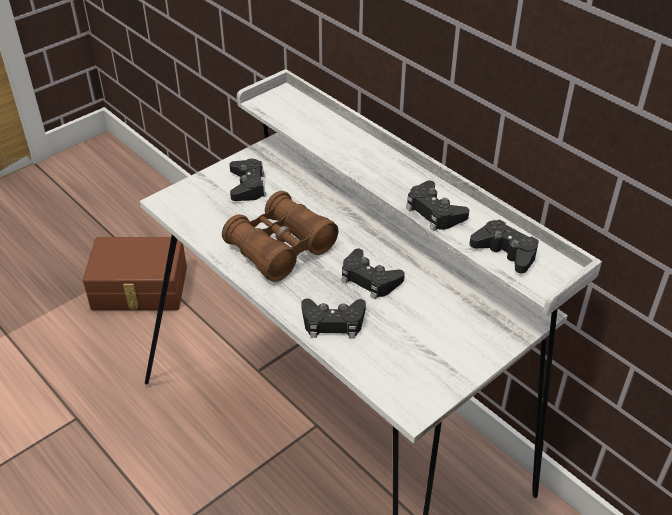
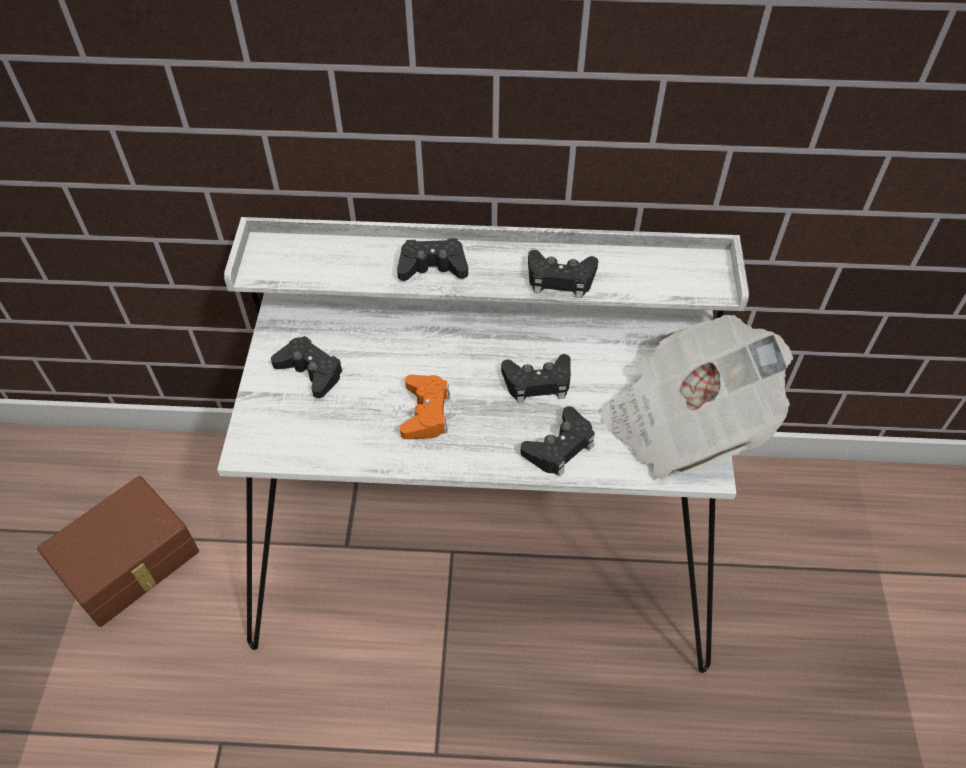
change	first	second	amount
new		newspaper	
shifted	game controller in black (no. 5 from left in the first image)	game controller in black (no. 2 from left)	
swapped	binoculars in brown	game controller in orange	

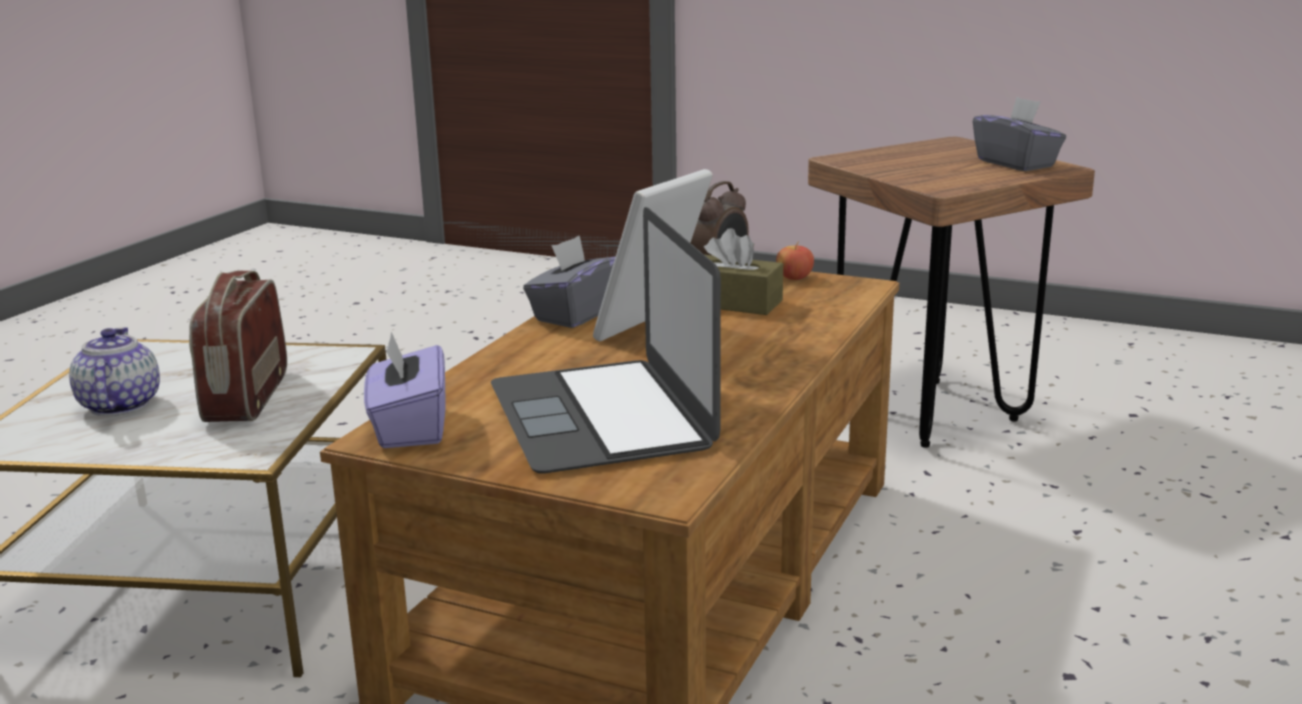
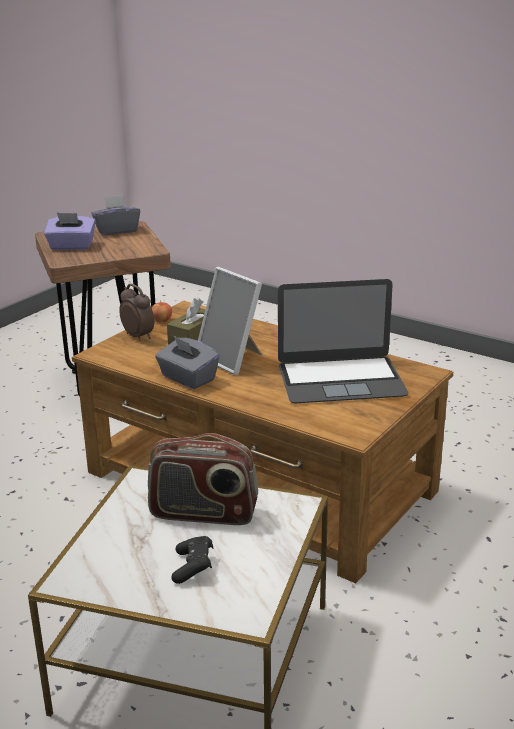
change	first	second	amount
shifted	tissue box in purple		
swapped	teapot	game controller in black	

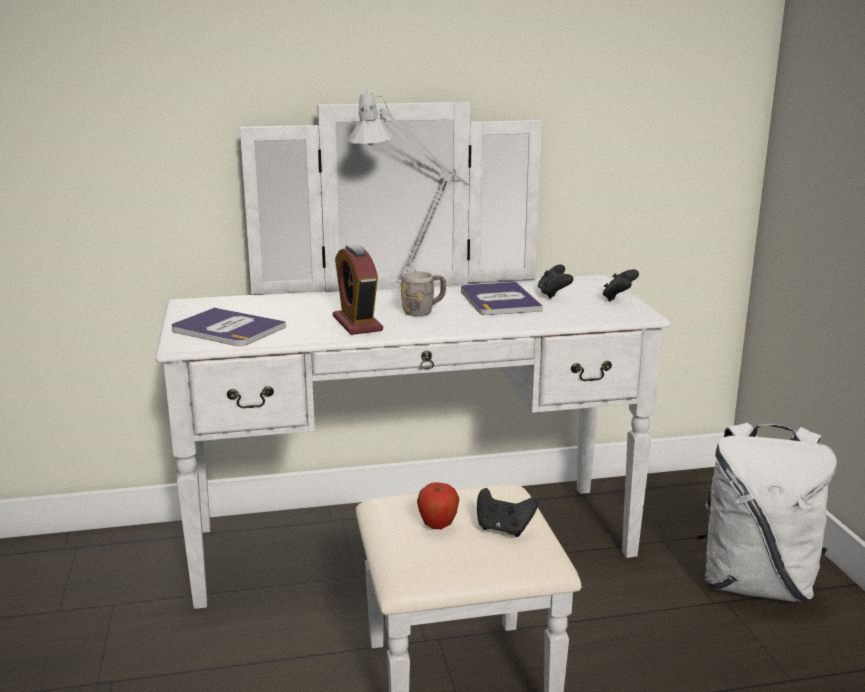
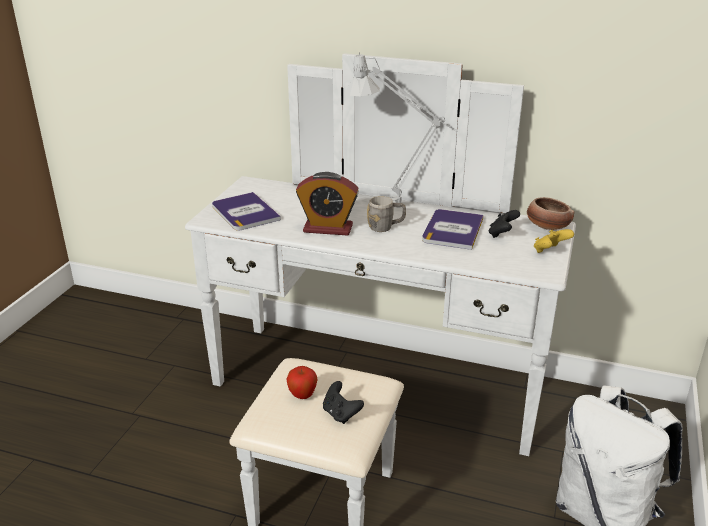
change	first	second	amount
new		bowl	
repainted	game controller in black (no. 3 from left)	game controller in yellow	
rotated	alarm clock		90 degrees counterclockwise

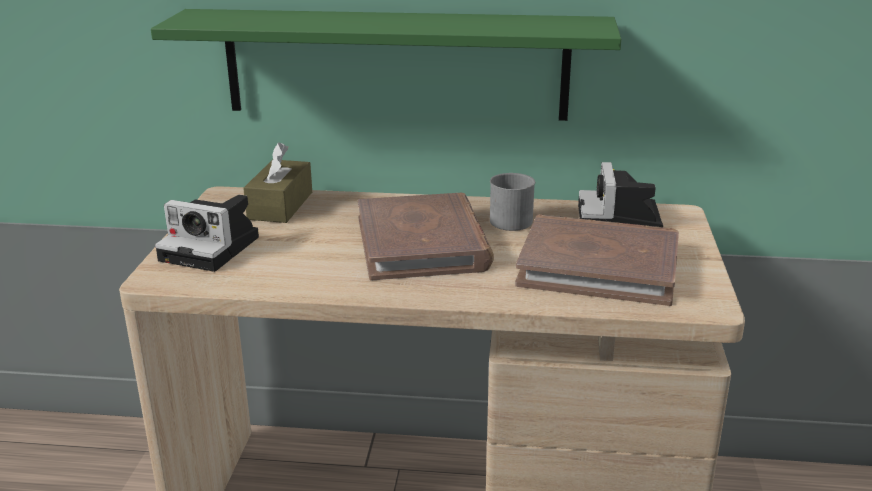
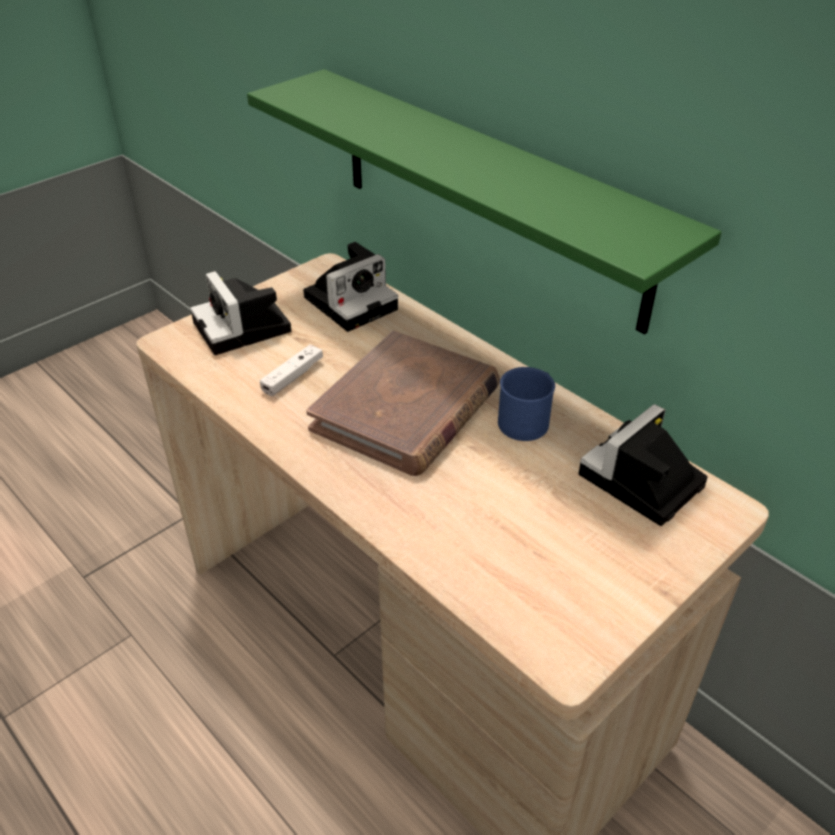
change	first	second	amount
gone	book in brown (no. 2 from left)		
new		game controller in white	
swapped	tissue box in brown	photo camera (no. 2 from left)	
repainted	mug in grey	mug in blue	

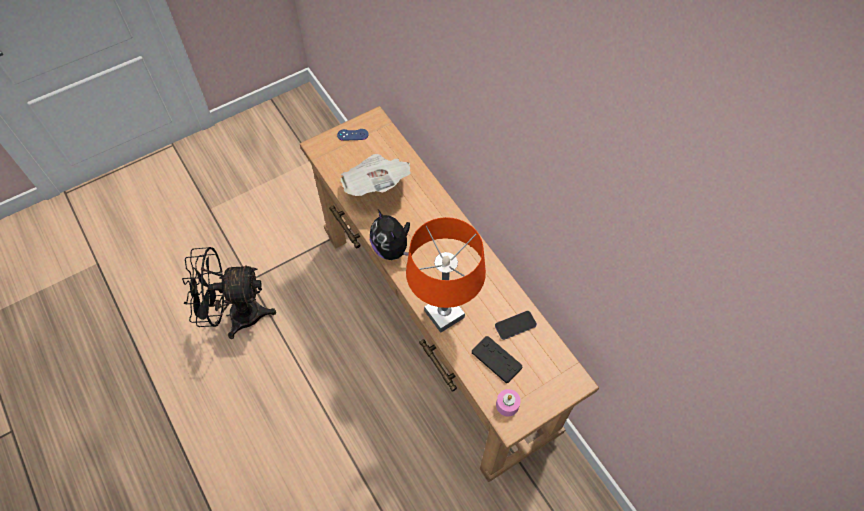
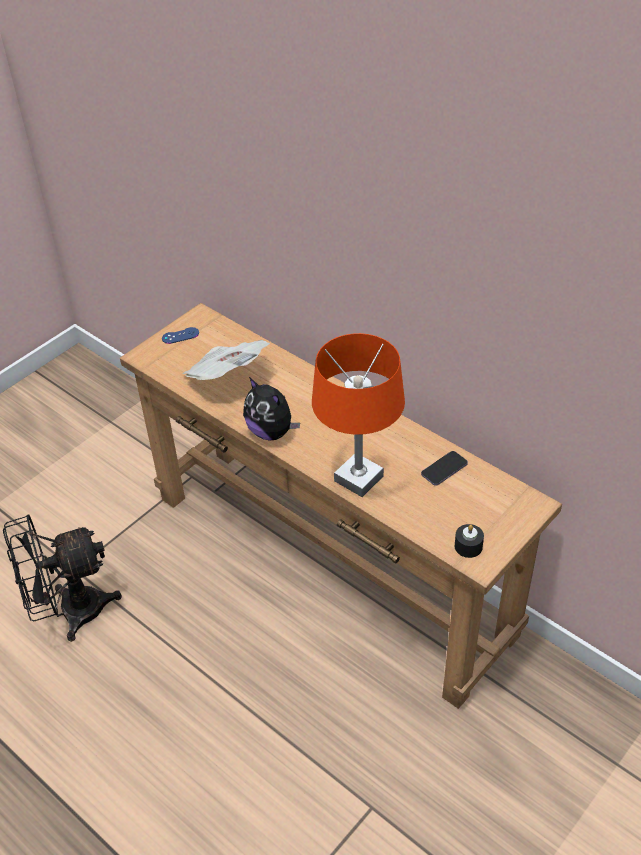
change	first	second	amount
gone	game controller in black		
repainted	candle in pink	candle in black	

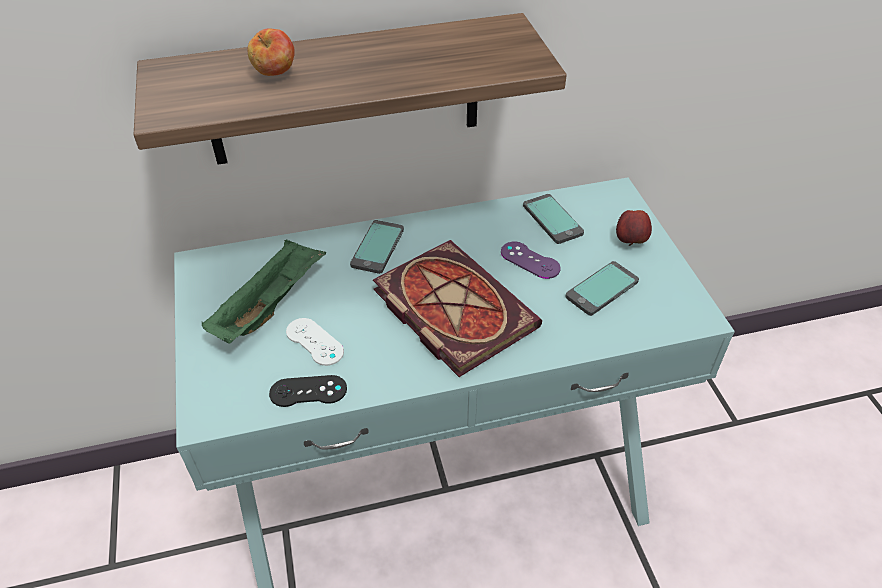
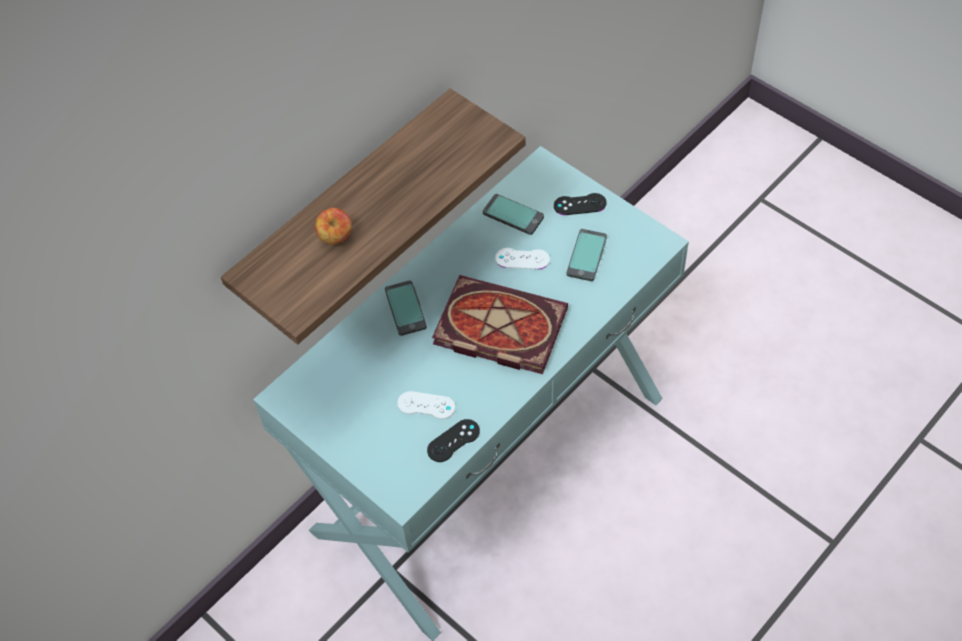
change	first	second	amount
gone	tray in green		
swapped	apple (no. 2 from left)	game controller in black (no. 2 from left)	
repainted	game controller in purple	game controller in white (no. 2 from left)	

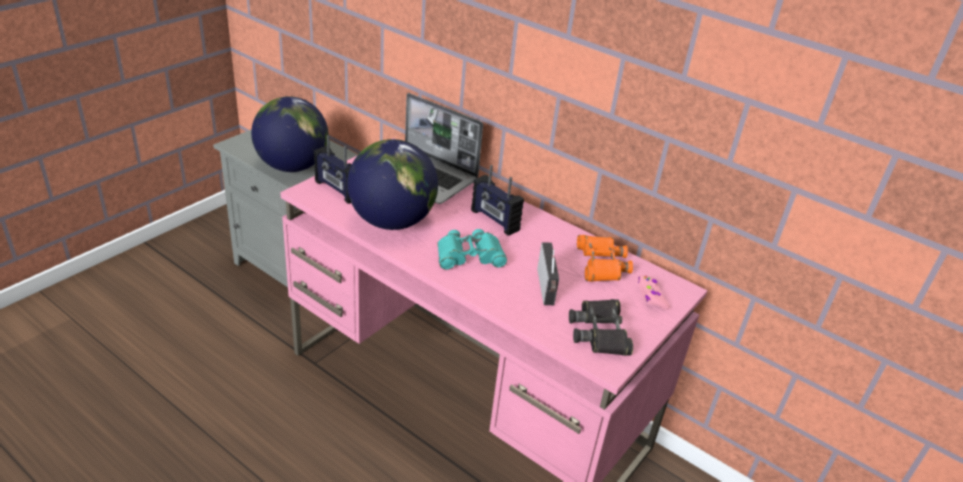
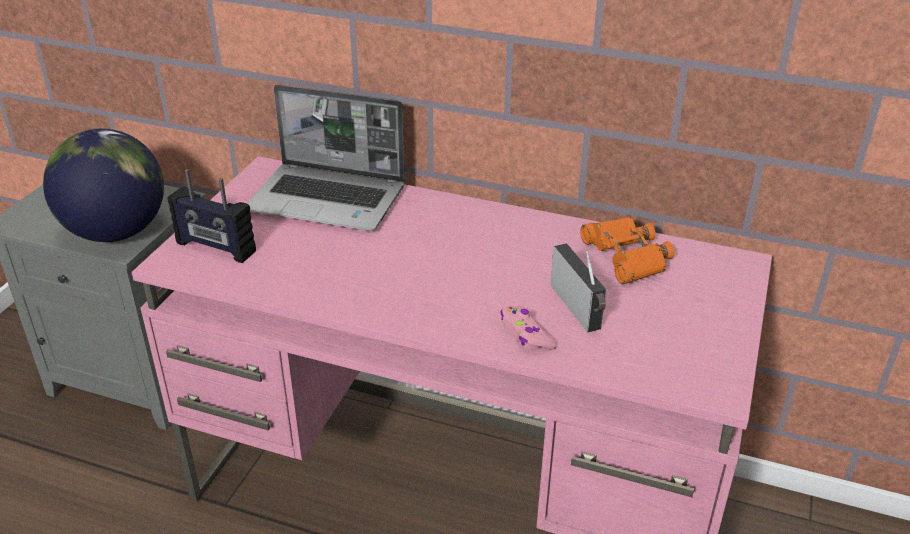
change	first	second	amount
gone	globe (no. 2 from left)		
gone	binoculars in turquoise		
gone	radio (no. 2 from left)		
gone	binoculars in black		
shifted	game controller in pink		

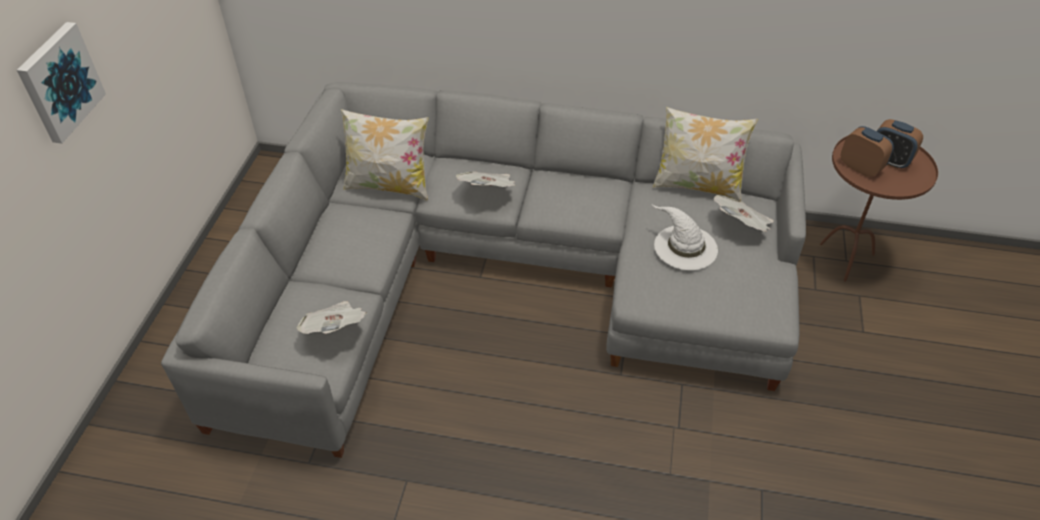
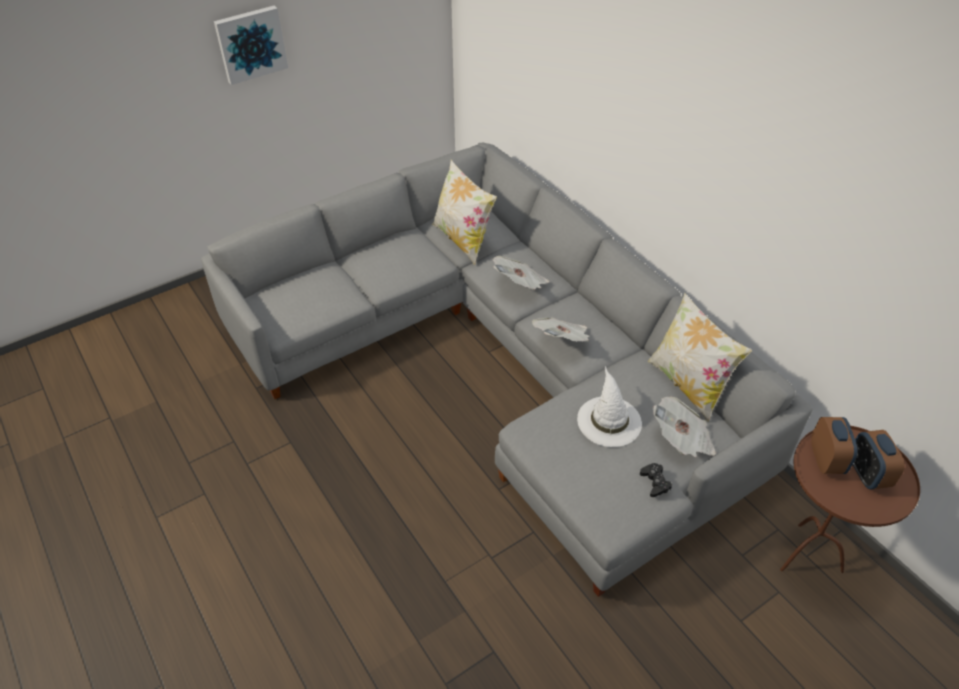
change	first	second	amount
new		game controller in black	
shifted	newspaper (no. 1 from left in the first image)	newspaper (no. 2 from left)	

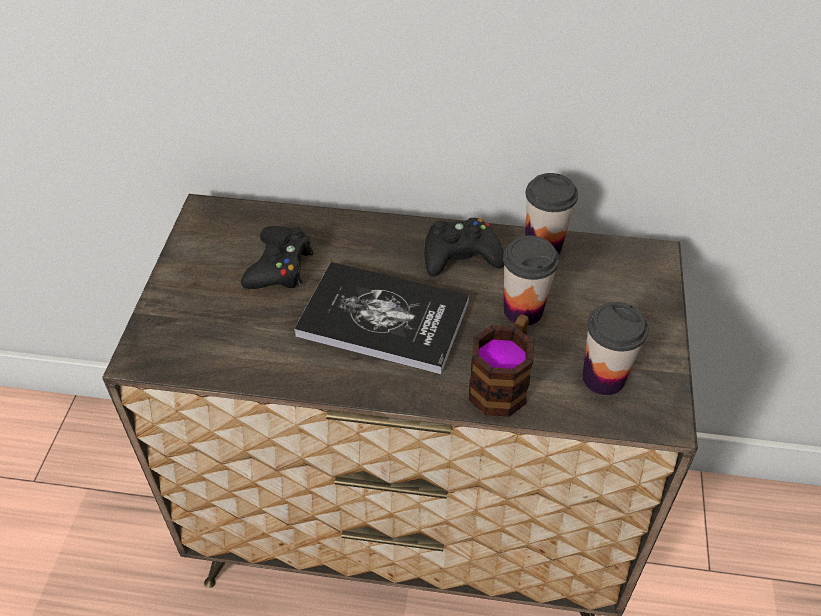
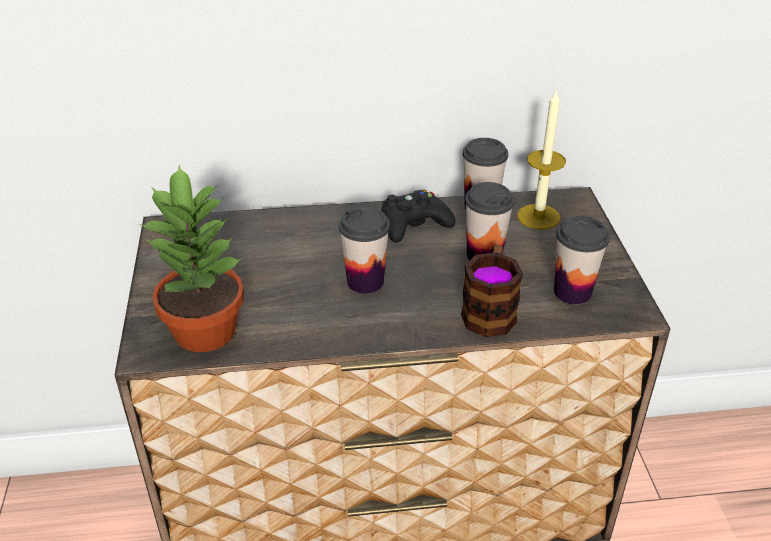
change	first	second	amount
gone	game controller in black (no. 1 from left)		
new		potted plant	
new		candle	
swapped	book	cup (no. 1 from left)	

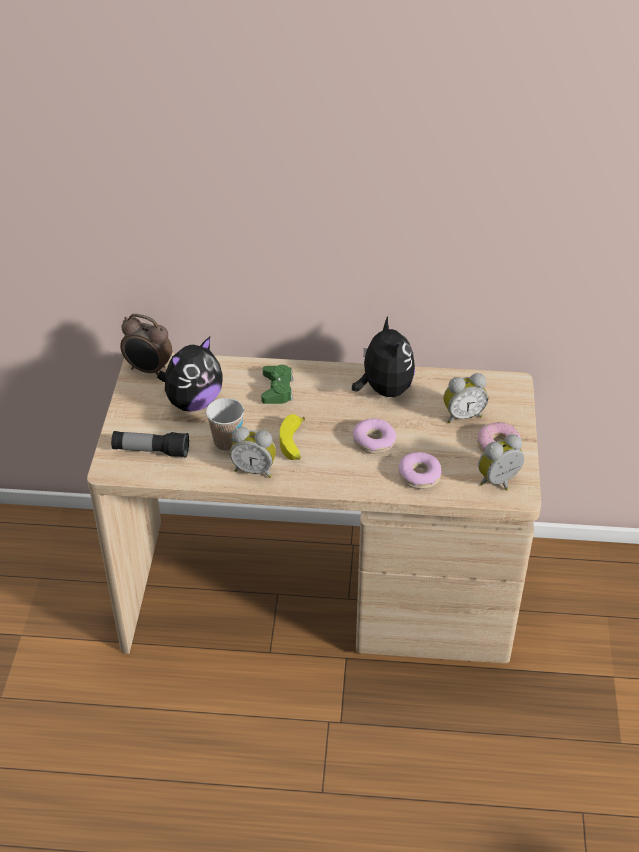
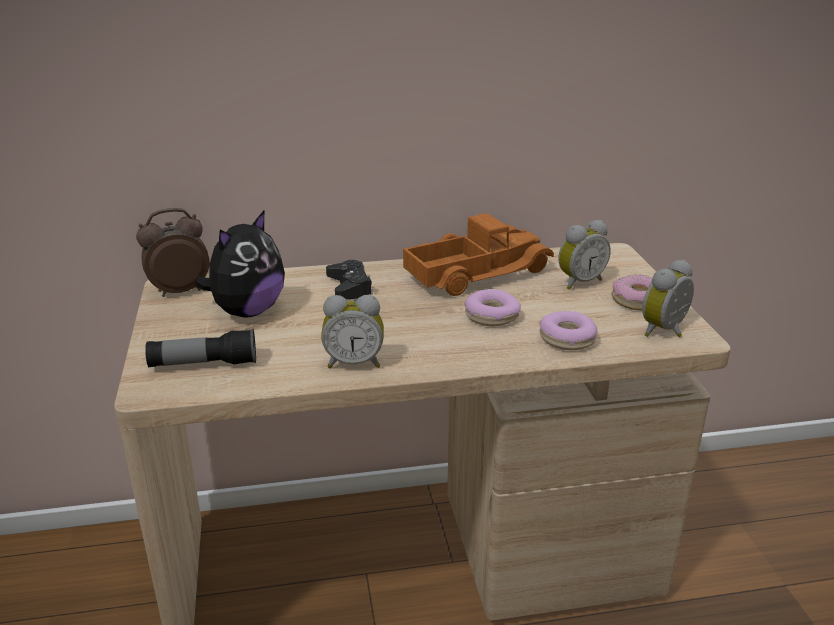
change	first	second	amount
gone	cup		
gone	banana		
swapped	plush toy (no. 2 from left)	toy truck	
repainted	game controller in green	game controller in black	
rotated	alarm clock (no. 1 from left)		150 degrees clockwise

